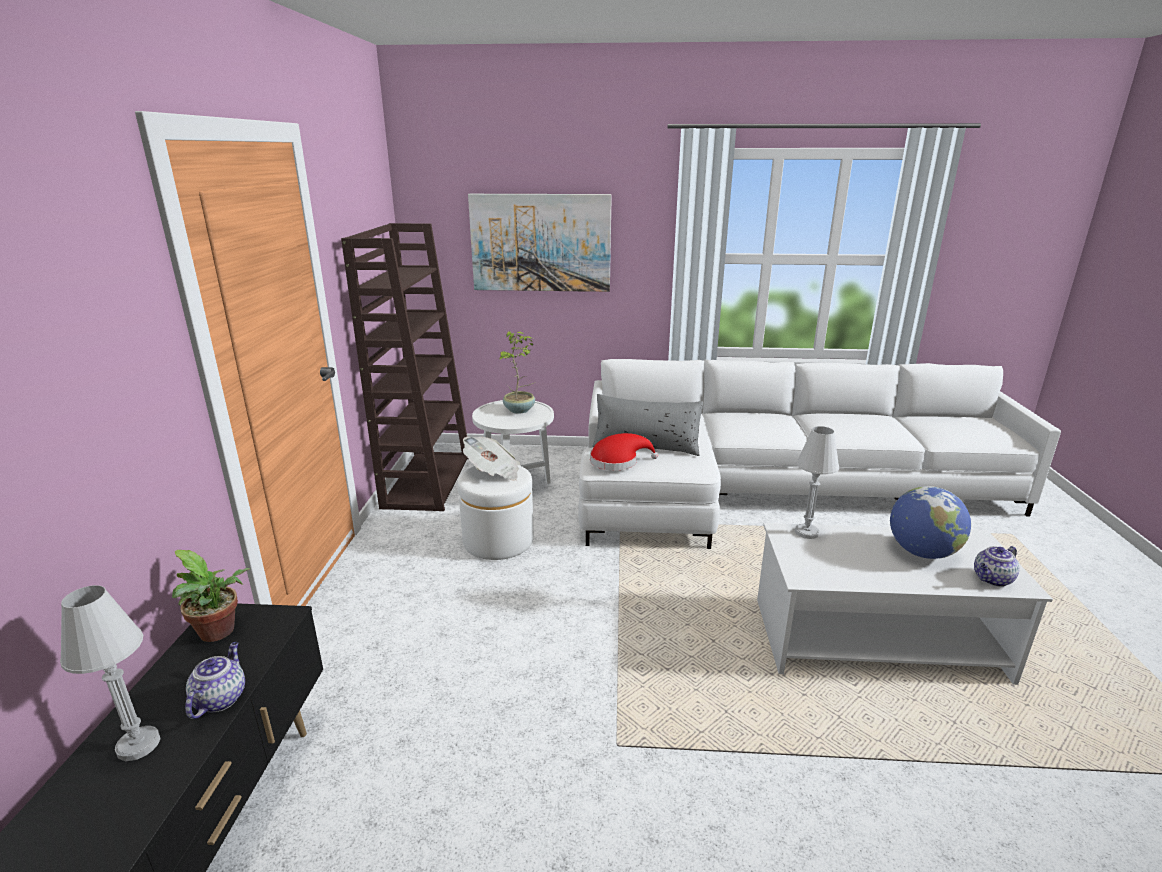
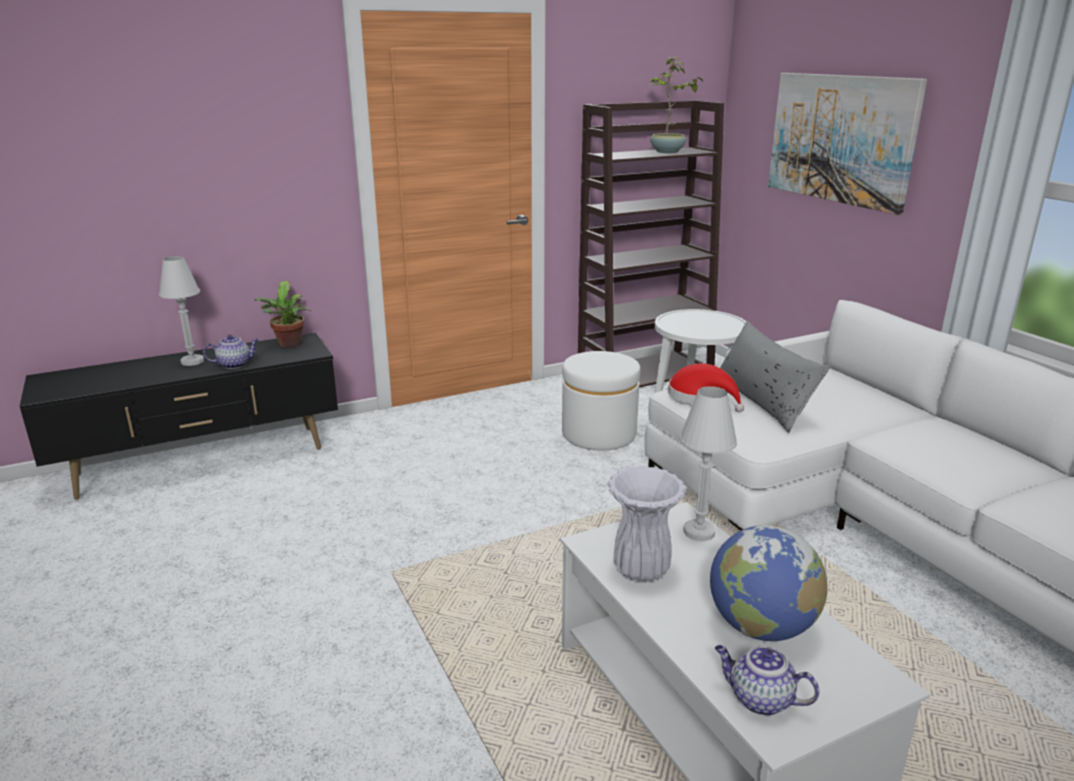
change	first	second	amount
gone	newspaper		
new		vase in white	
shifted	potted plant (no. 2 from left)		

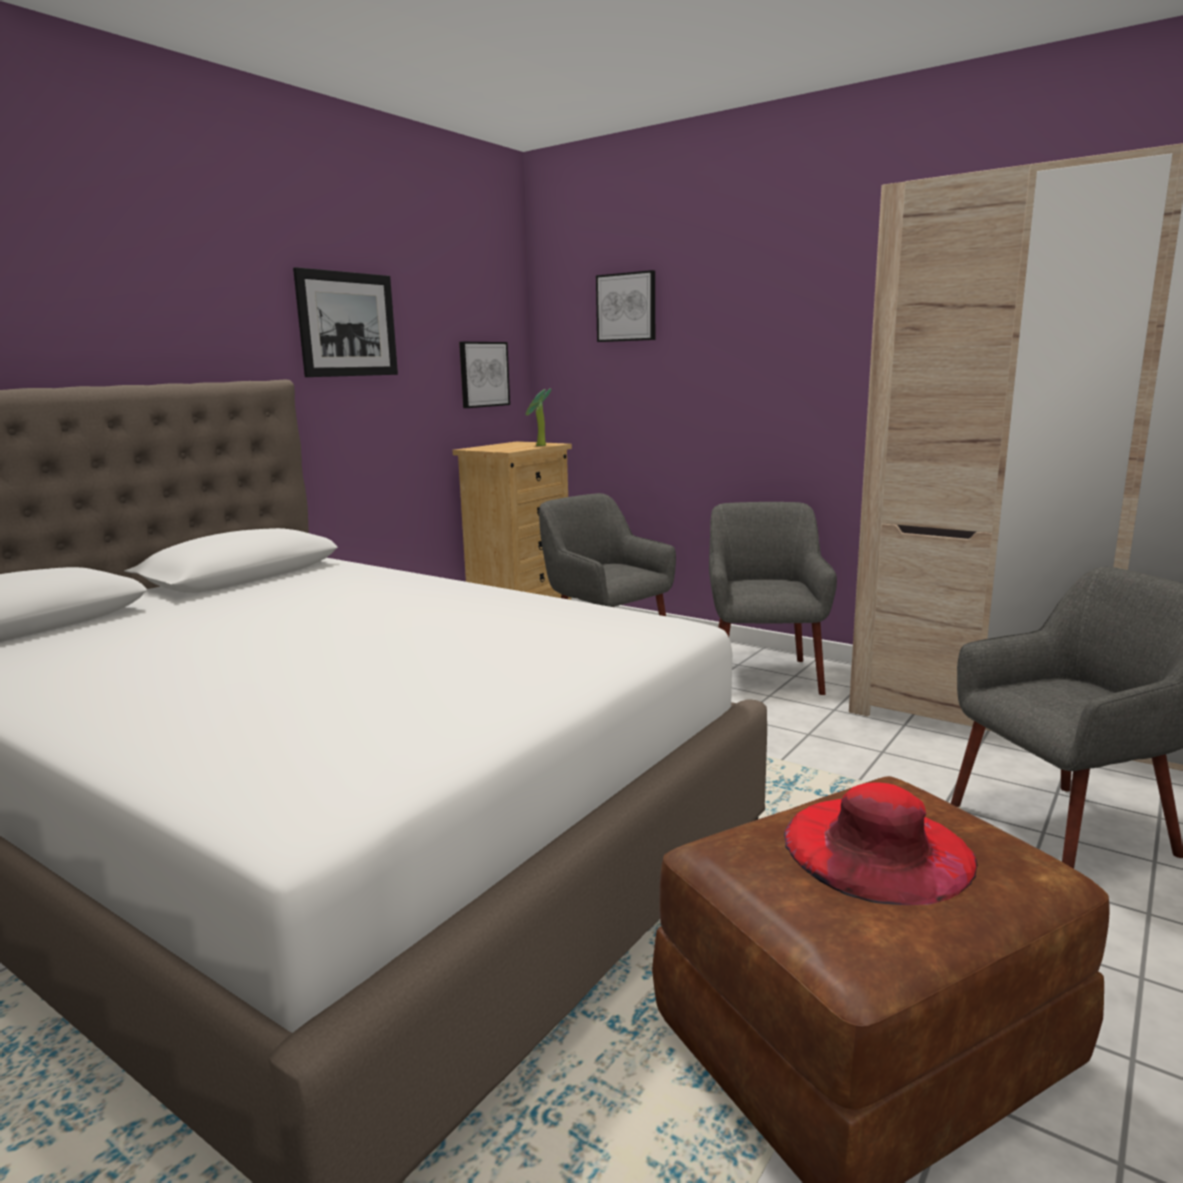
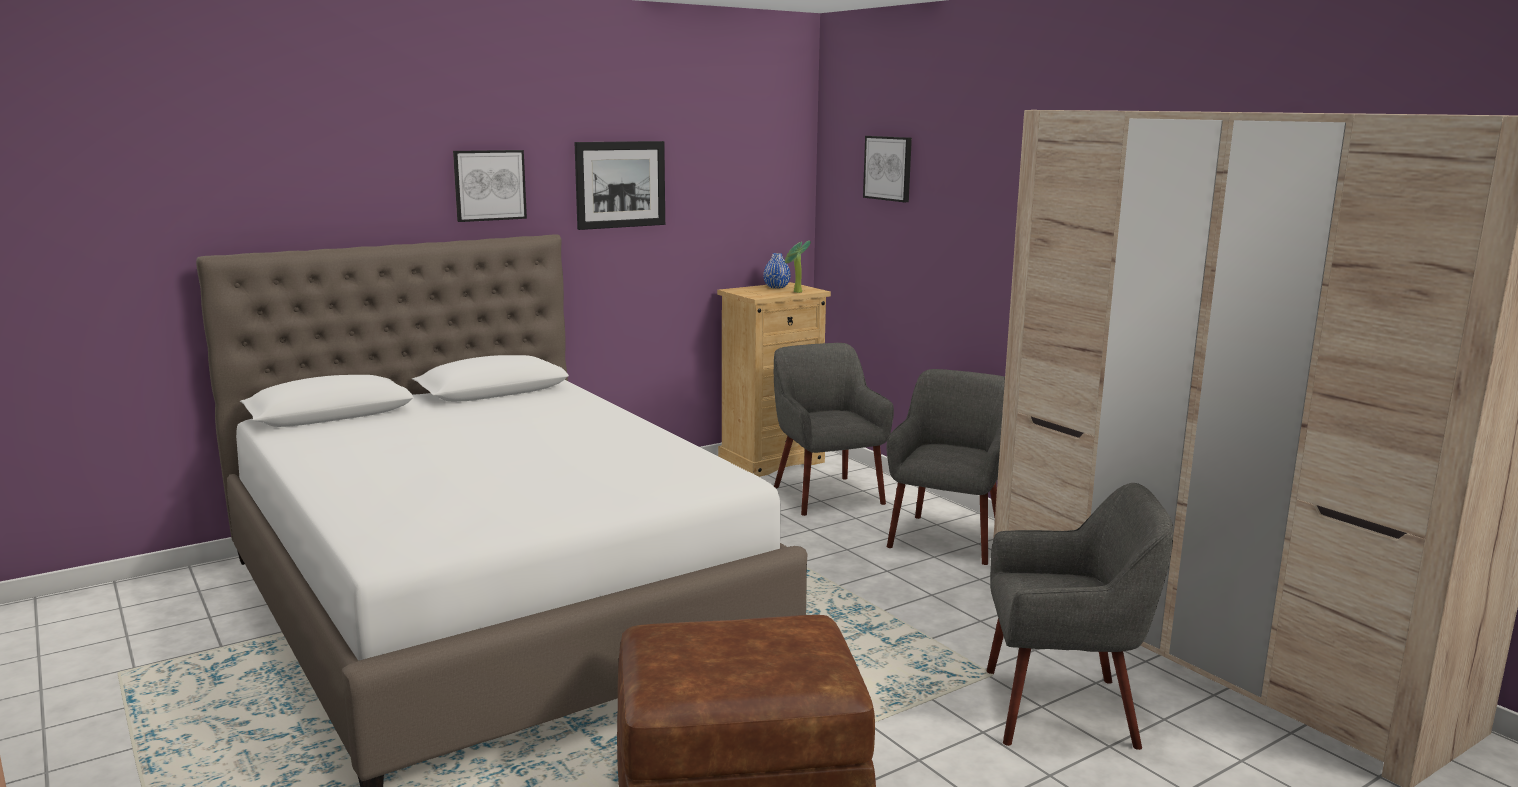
change	first	second	amount
gone	hat in red		
new		vase in blue	
shifted	picture (no. 2 from left in the first image)	picture (no. 1 from left)	

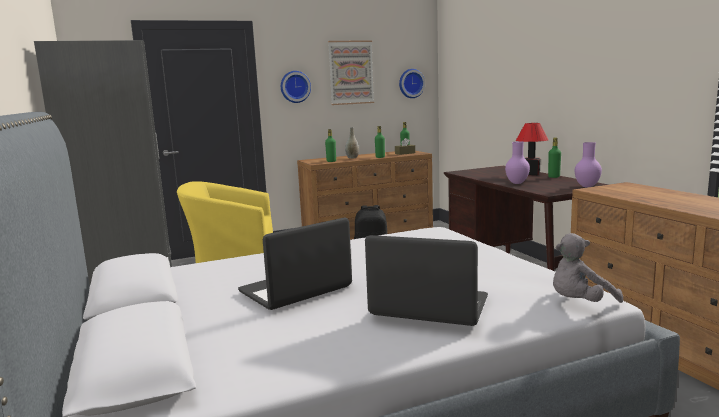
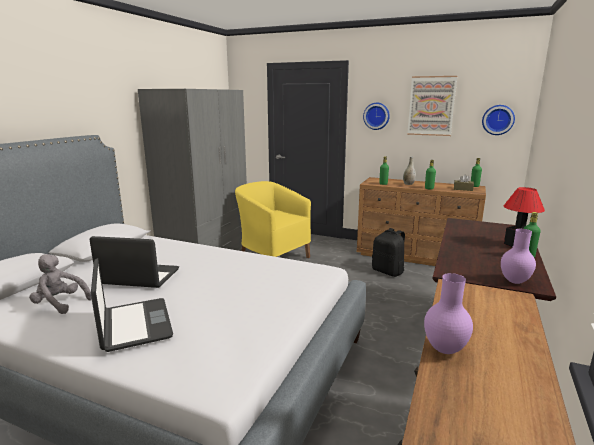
change	first	second	amount
shifted	vase in purple (no. 1 from left)		
shifted	plush toy in grey		

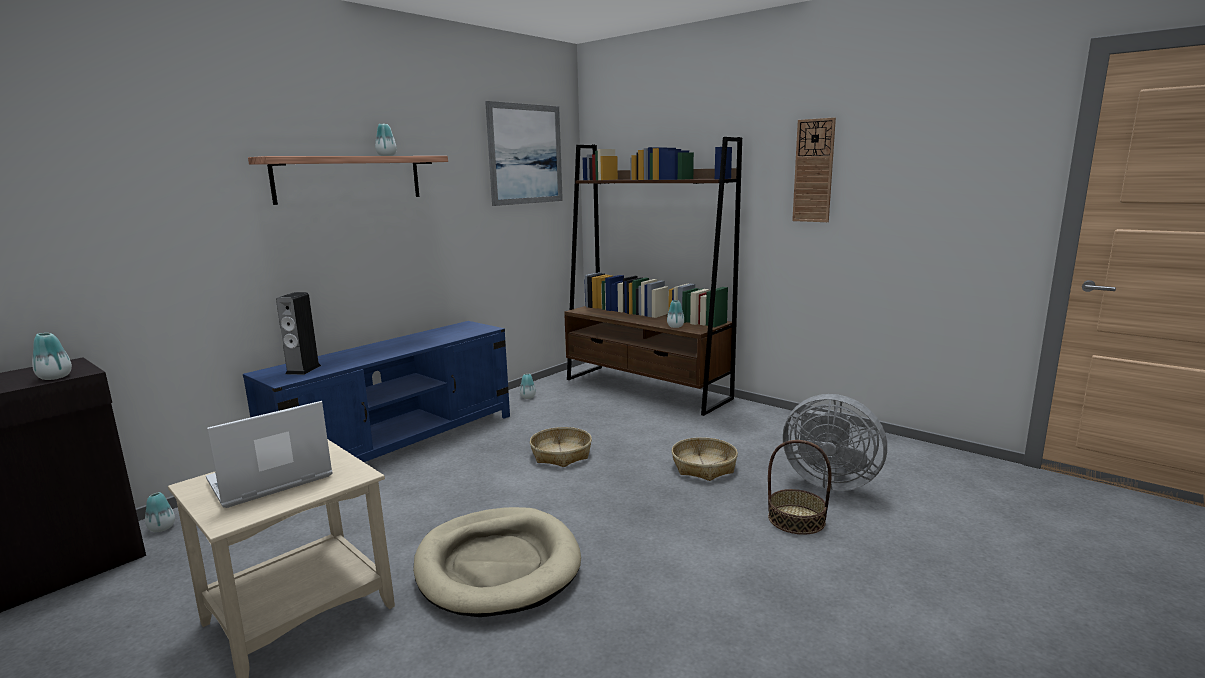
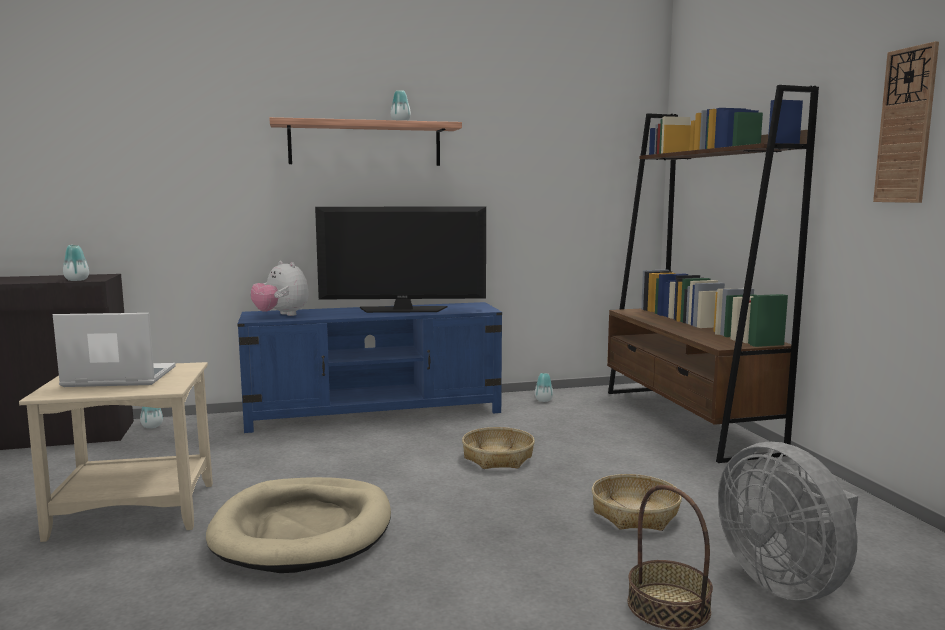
change	first	second	amount
gone	picture		
gone	vase (no. 5 from left)		
new		television	
swapped	speaker	plush toy	

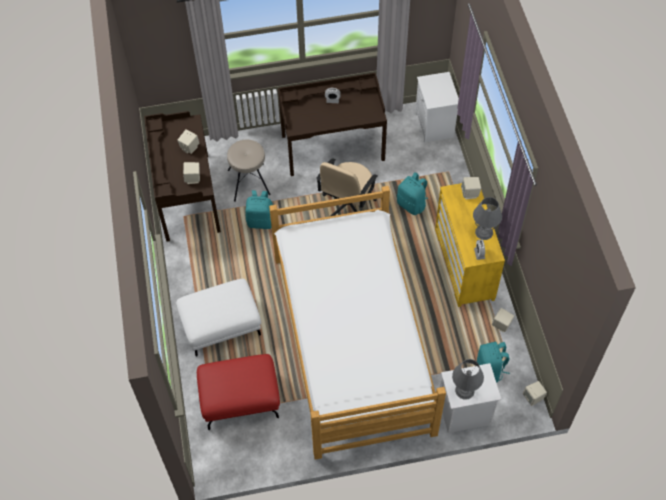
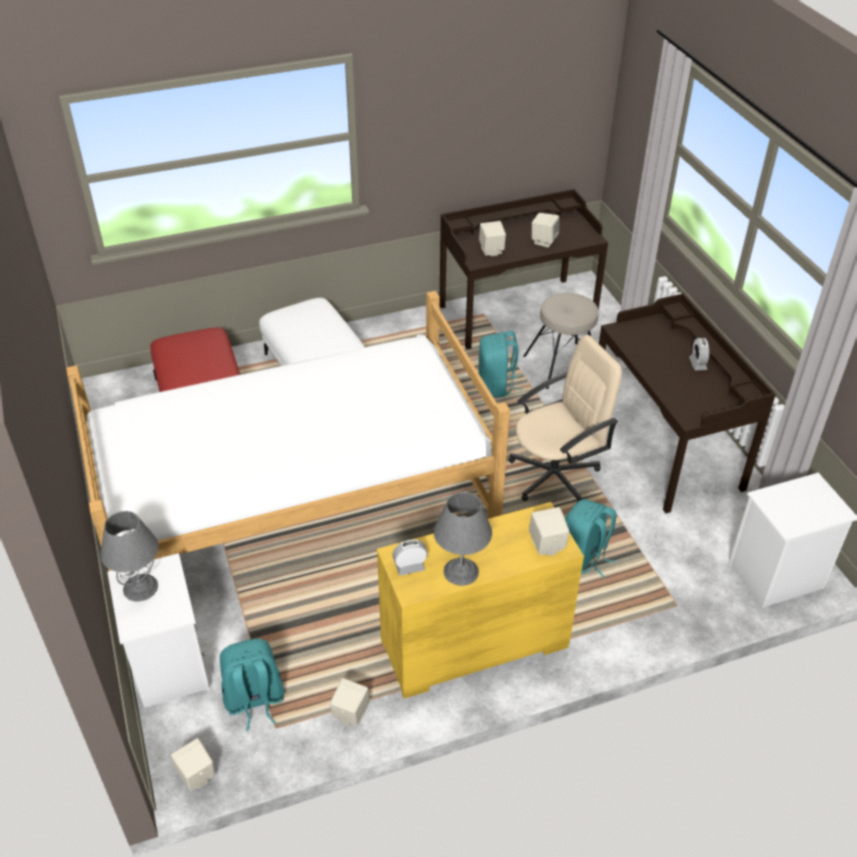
change	first	second	amount
rotated	office chair in beige		135 degrees clockwise

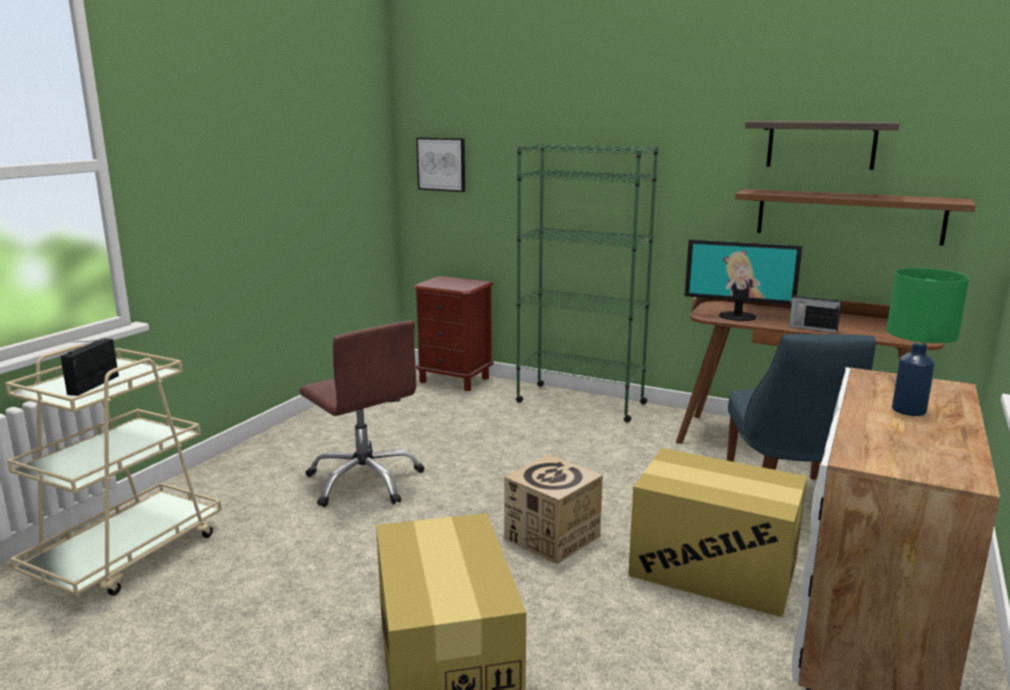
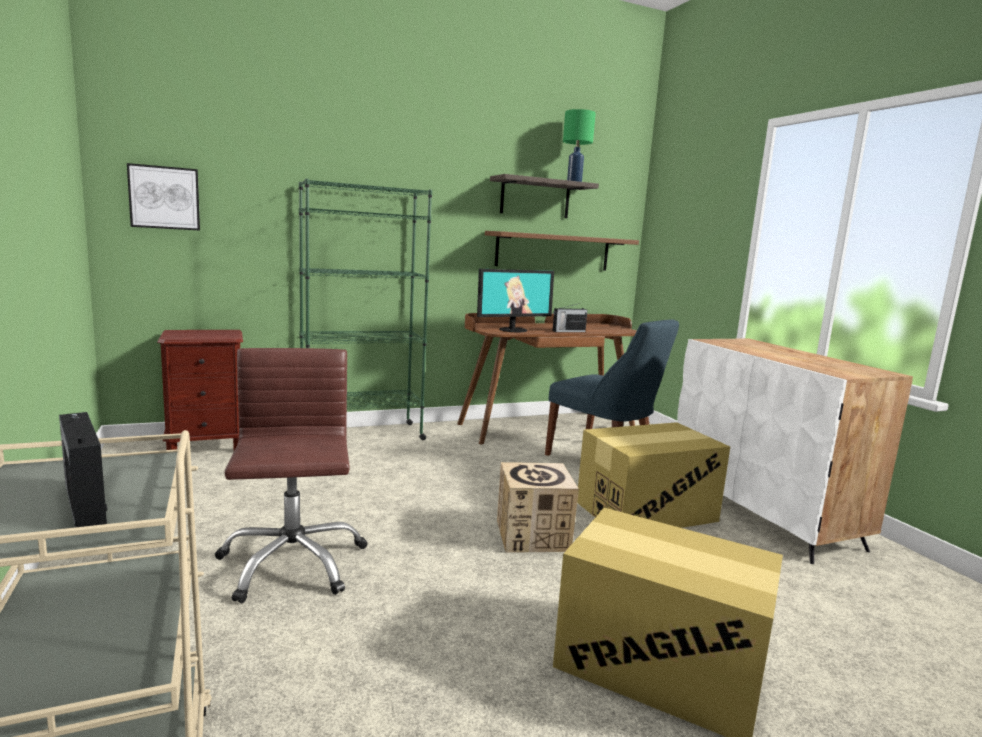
change	first	second	amount
shifted	table lamp in green		
rotated	office chair in brown		105 degrees counterclockwise

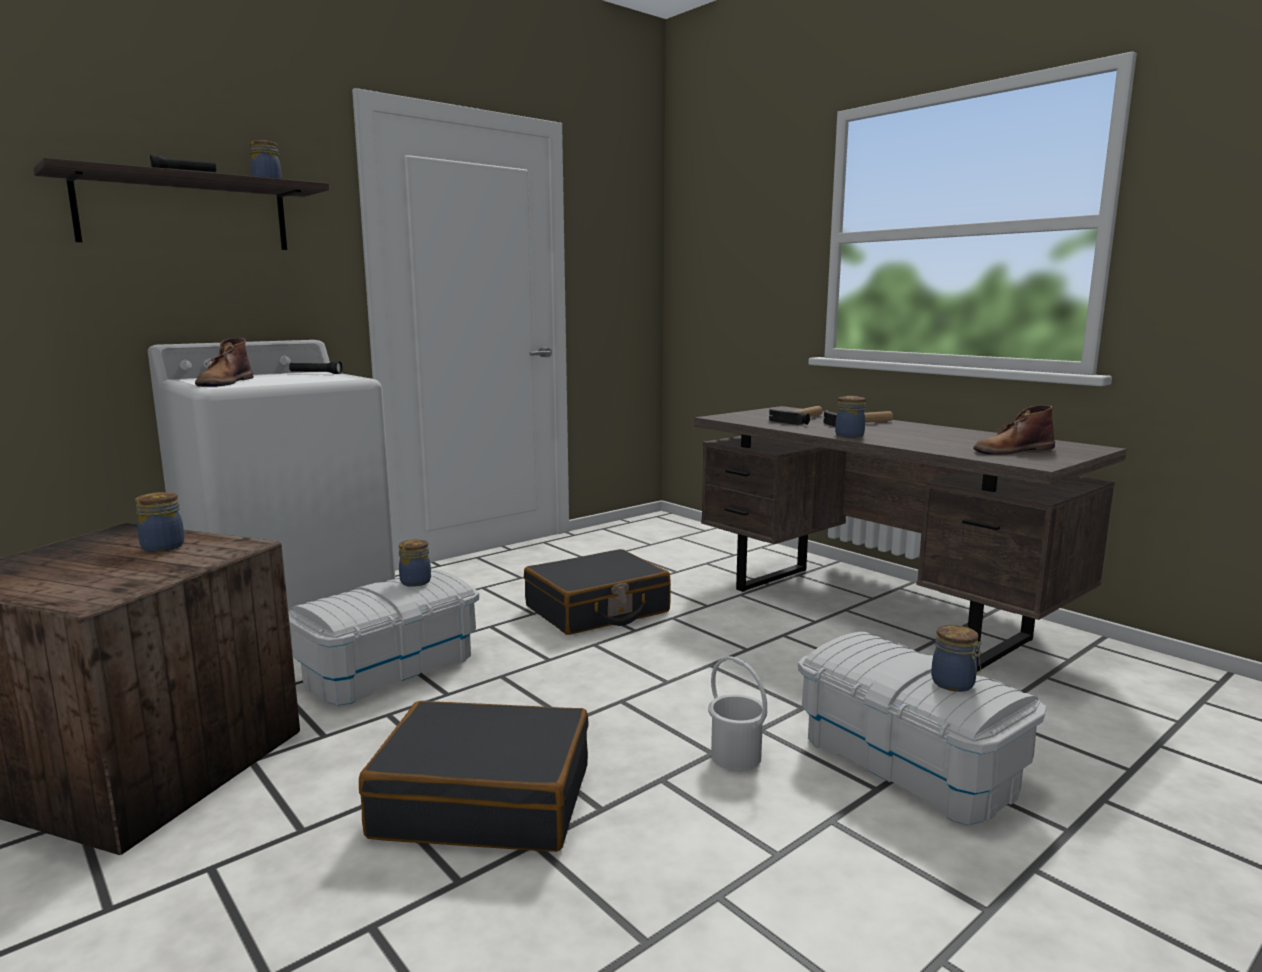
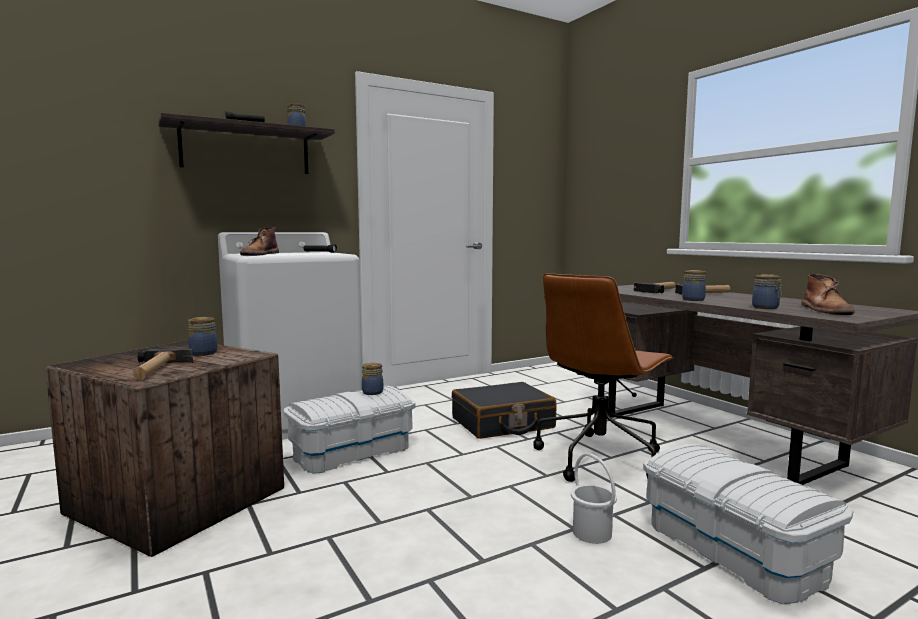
change	first	second	amount
gone	suitcase in black (no. 1 from left)		
new		hammer (no. 1 from left)	
new		office chair in brown	
shifted	jar (no. 5 from left)		
rotated	boot in brown (no. 2 from left)		75 degrees counterclockwise

